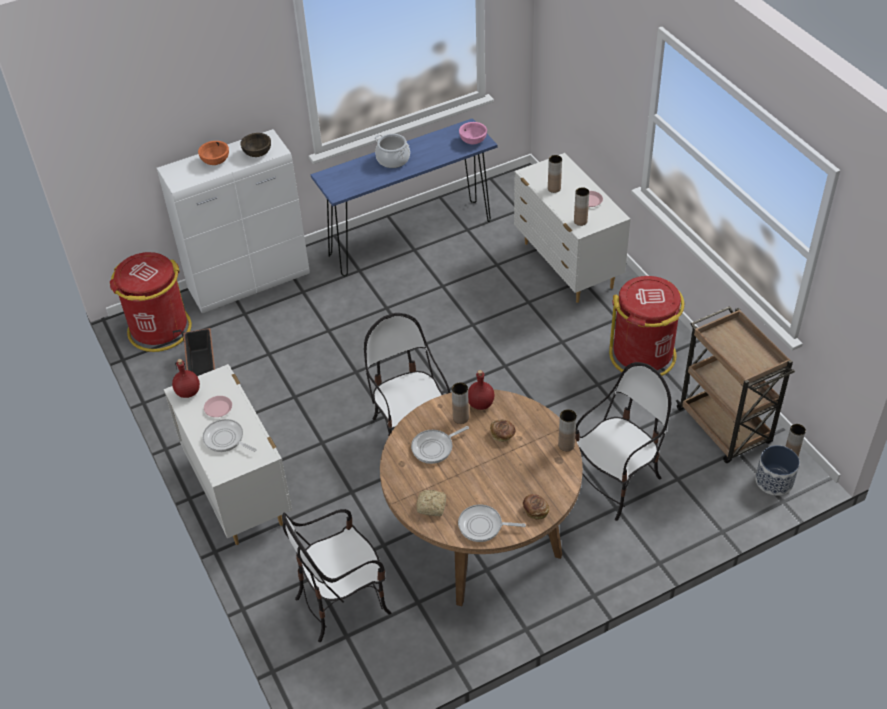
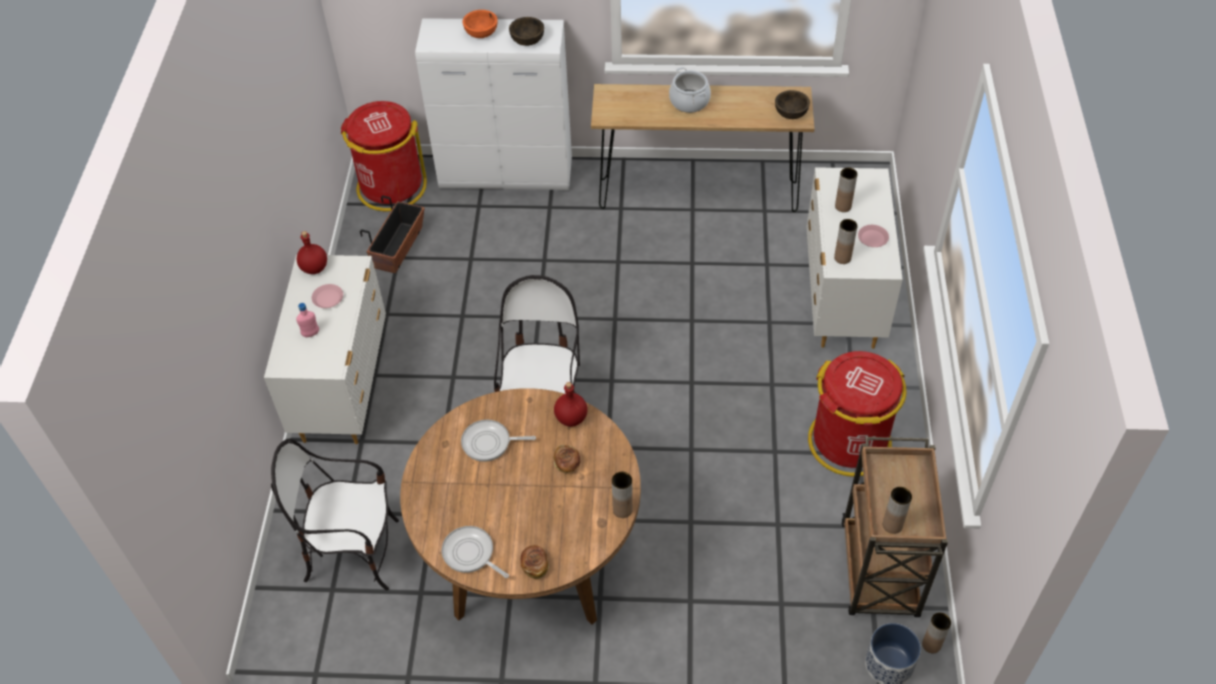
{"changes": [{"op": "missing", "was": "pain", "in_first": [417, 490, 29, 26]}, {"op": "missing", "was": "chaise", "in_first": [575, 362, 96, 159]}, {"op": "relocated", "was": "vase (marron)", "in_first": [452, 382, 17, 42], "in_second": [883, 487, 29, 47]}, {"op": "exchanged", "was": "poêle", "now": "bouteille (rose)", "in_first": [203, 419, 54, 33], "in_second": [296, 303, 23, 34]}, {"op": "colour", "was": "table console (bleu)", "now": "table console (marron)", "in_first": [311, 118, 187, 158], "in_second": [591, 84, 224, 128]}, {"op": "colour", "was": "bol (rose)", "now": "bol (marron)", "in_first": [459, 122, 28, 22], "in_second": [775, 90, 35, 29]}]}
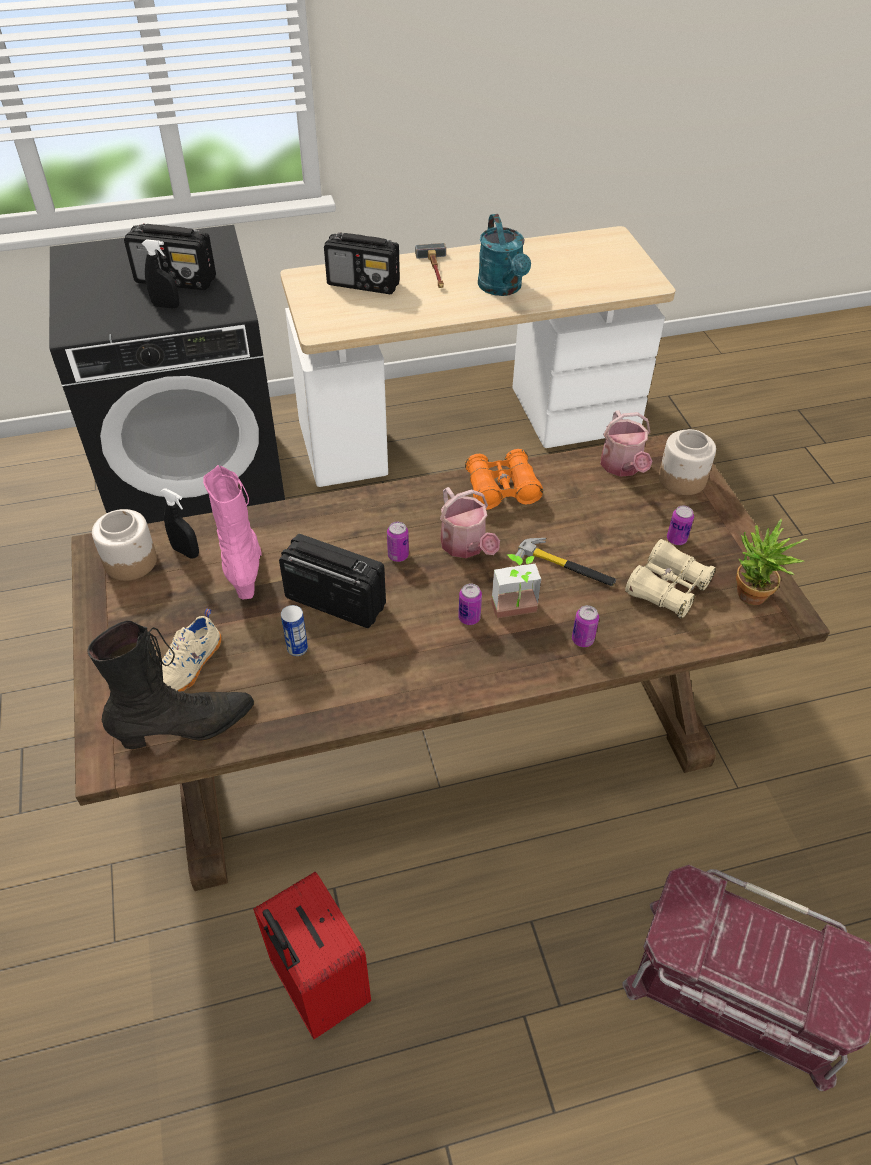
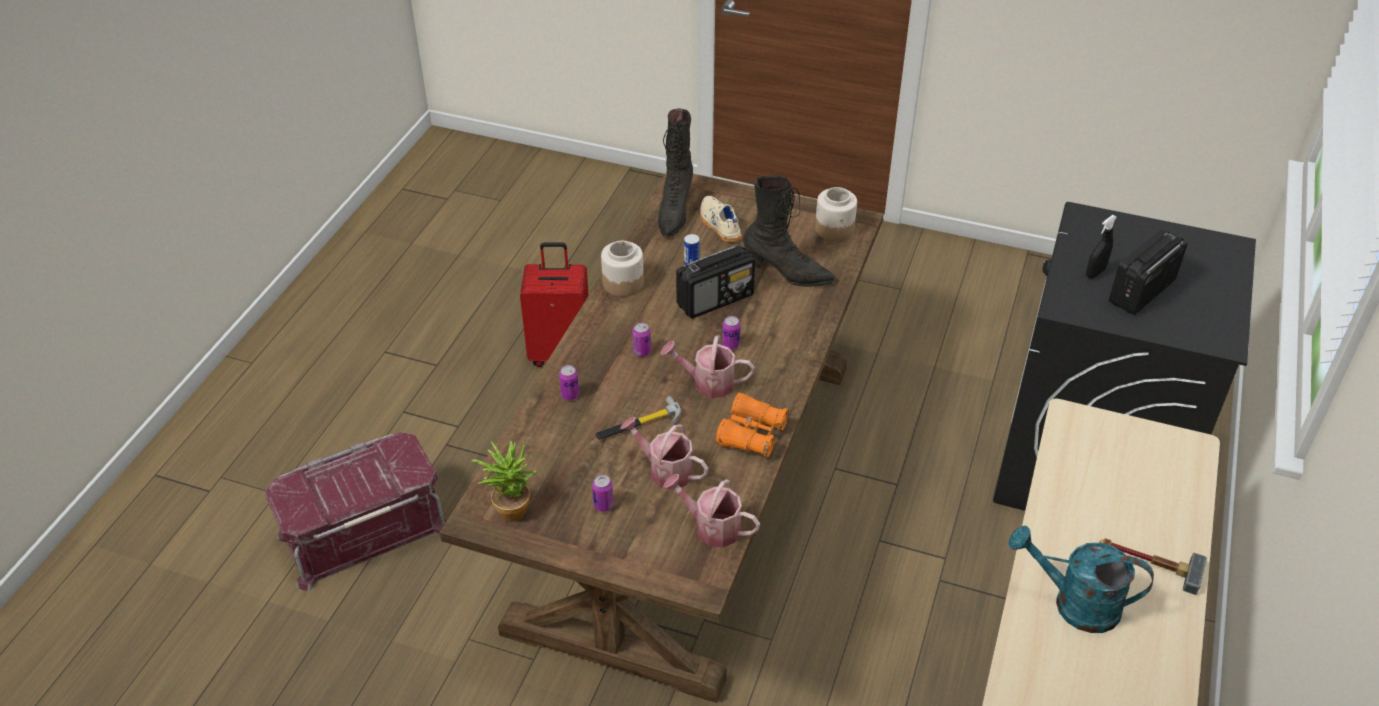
{"changes": [{"op": "missing", "was": "vaporisateur (noir)", "in_first": [160, 488, 39, 71]}, {"op": "missing", "was": "radio", "in_first": [324, 232, 76, 62]}, {"op": "missing", "was": "plante en pot", "in_first": [491, 554, 50, 64]}, {"op": "missing", "was": "jumelles (beige)", "in_first": [625, 539, 91, 80]}, {"op": "appeared", "now": "arrosoir", "in_second": [620, 417, 88, 73]}, {"op": "relocated", "was": "bocal", "in_first": [659, 429, 57, 66], "in_second": [601, 241, 43, 56]}, {"op": "colour", "was": "botte (rose)", "now": "botte (noir)", "in_first": [203, 465, 59, 134], "in_second": [743, 175, 92, 112]}]}
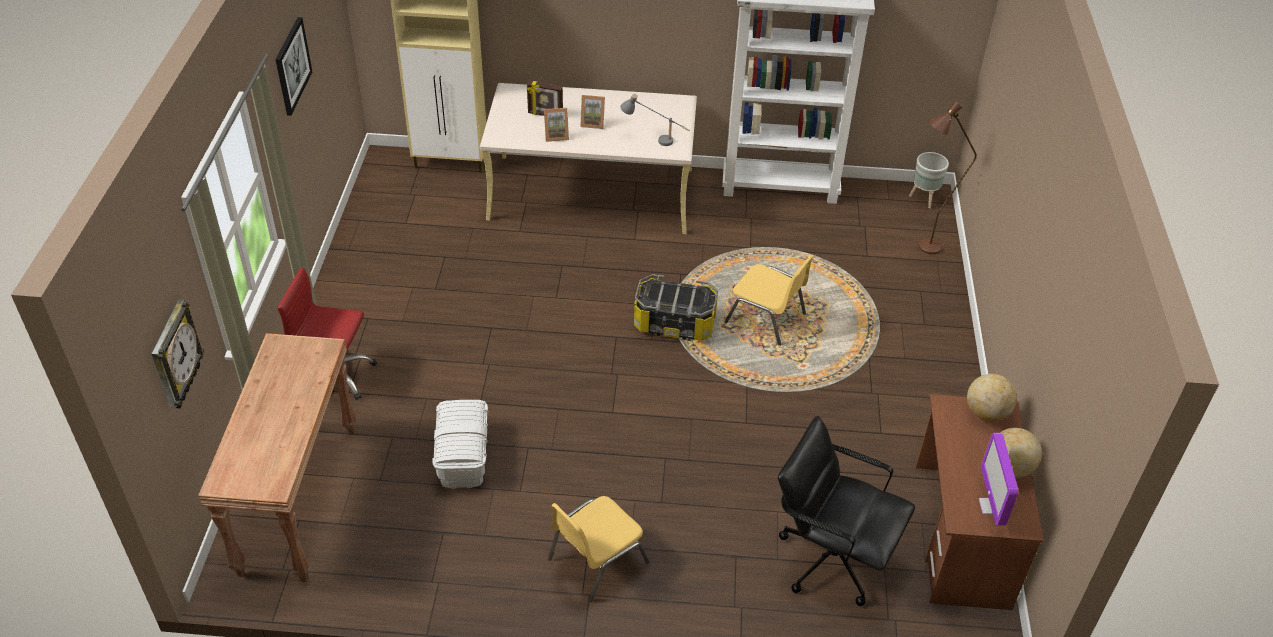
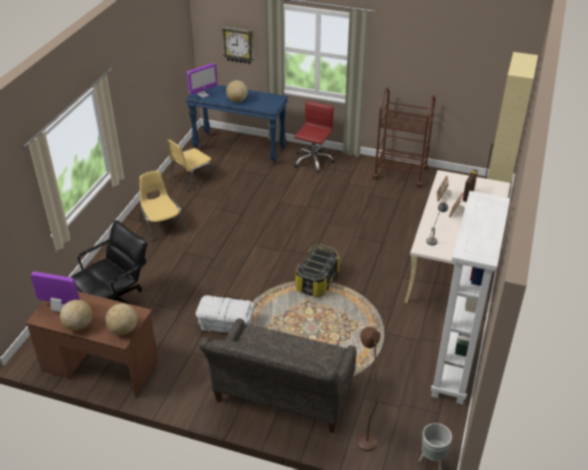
{"changes": [{"op": "missing", "was": "tableau", "in_first": [275, 17, 37, 99]}, {"op": "appeared", "now": "écran d'ordinateur", "in_second": [187, 63, 31, 35]}, {"op": "appeared", "now": "canapé (gris)", "in_second": [199, 318, 157, 115]}, {"op": "appeared", "now": "globe", "in_second": [226, 80, 22, 22]}, {"op": "appeared", "now": "chariot (marron)", "in_second": [372, 87, 64, 101]}, {"op": "relocated", "was": "boîte de rangement (blanc)", "in_first": [432, 400, 56, 89], "in_second": [196, 295, 58, 38]}, {"op": "relocated", "was": "chaise (jaune)", "in_first": [724, 254, 90, 92], "in_second": [168, 140, 48, 51]}, {"op": "colour", "was": "table console (marron)", "now": "table console (bleu)", "in_first": [198, 333, 159, 249], "in_second": [186, 85, 102, 80]}]}
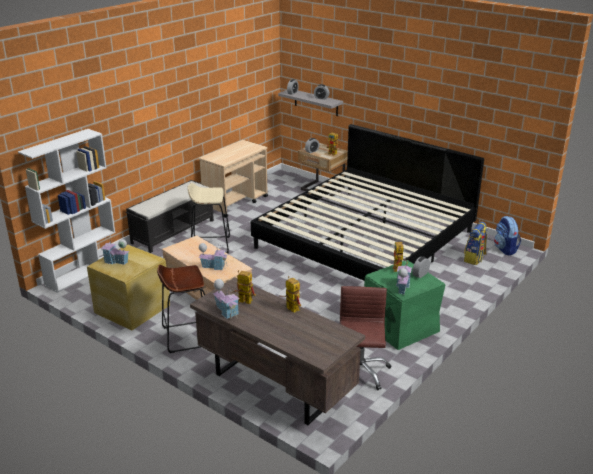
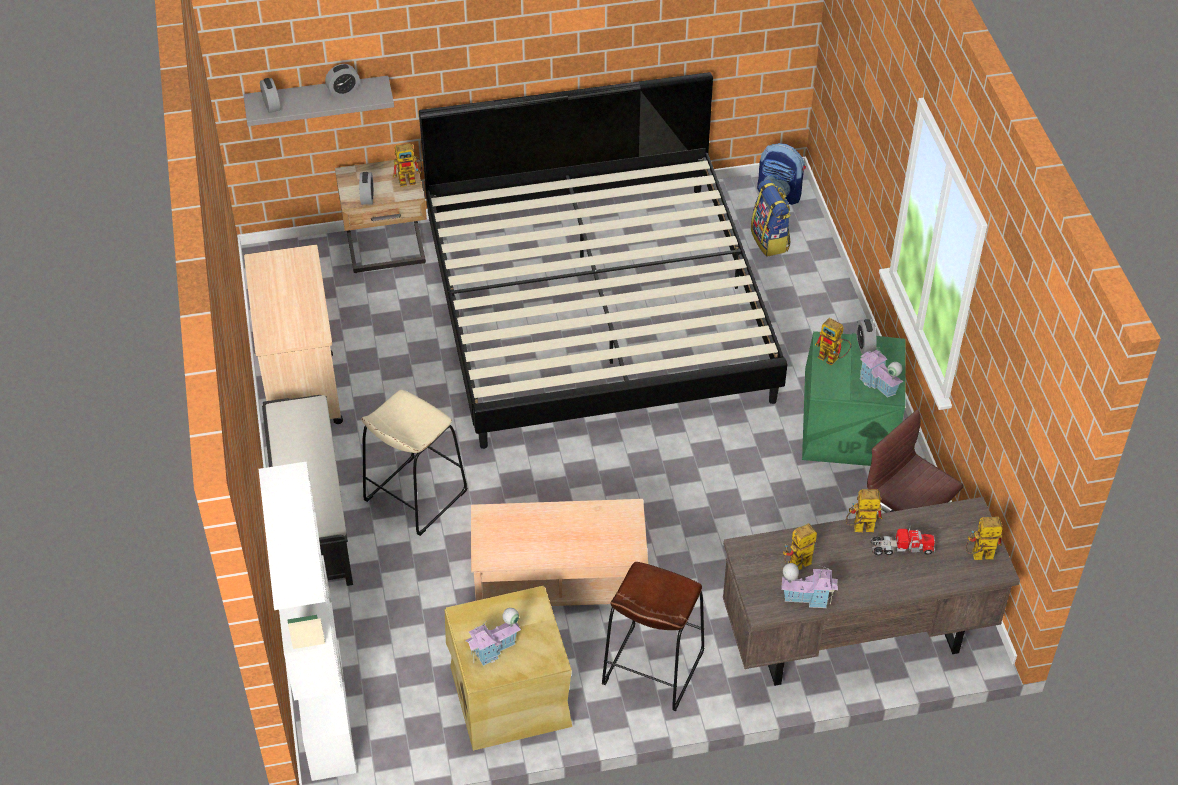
{"changes": [{"op": "missing", "was": "maison miniature", "in_first": [199, 243, 28, 27]}, {"op": "appeared", "now": "camion jouet", "in_second": [871, 526, 64, 30]}, {"op": "appeared", "now": "robot jouet", "in_second": [966, 517, 37, 43]}]}
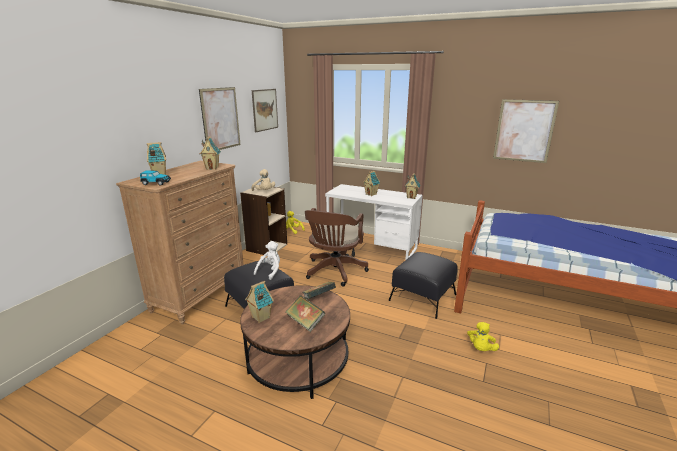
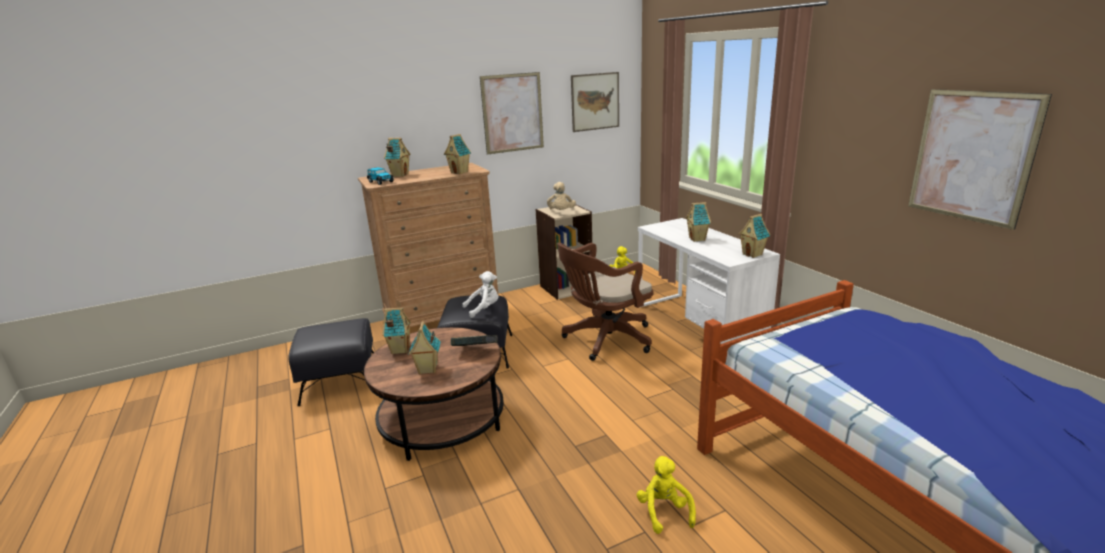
{"changes": [{"op": "relocated", "was": "pouf (noir)", "in_first": [389, 252, 69, 67], "in_second": [288, 318, 86, 88]}, {"op": "exchanged", "was": "livre", "now": "maison miniature", "in_first": [286, 295, 39, 37], "in_second": [408, 321, 33, 53]}, {"op": "spun", "was": "peluche (jaune)", "in_first": [467, 322, 32, 29], "in_second": [636, 456, 60, 78], "clockwise": 105}]}
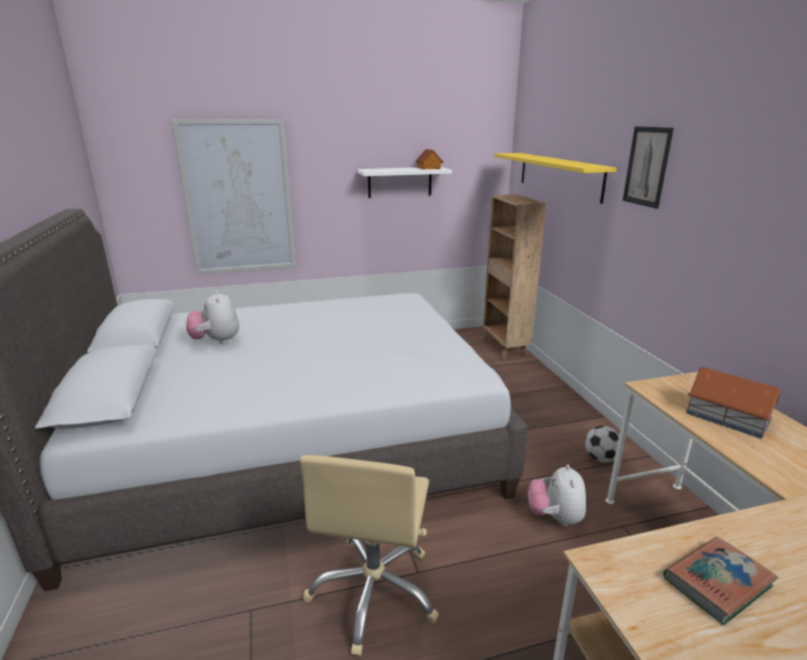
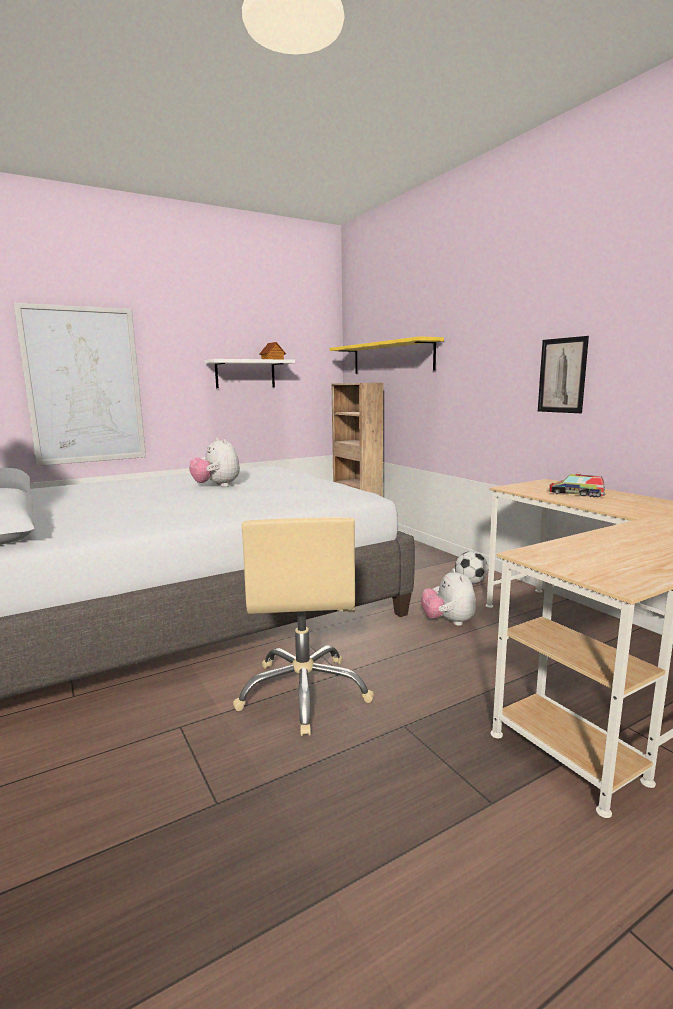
{"changes": [{"op": "missing", "was": "livre", "in_first": [663, 537, 116, 88]}, {"op": "relocated", "was": "peluche", "in_first": [186, 290, 53, 54], "in_second": [189, 438, 51, 49]}, {"op": "relocated", "was": "tableau", "in_first": [623, 126, 51, 83], "in_second": [538, 336, 51, 77]}, {"op": "exchanged", "was": "maison miniature", "now": "camion jouet", "in_first": [686, 367, 95, 72], "in_second": [549, 473, 56, 24]}]}
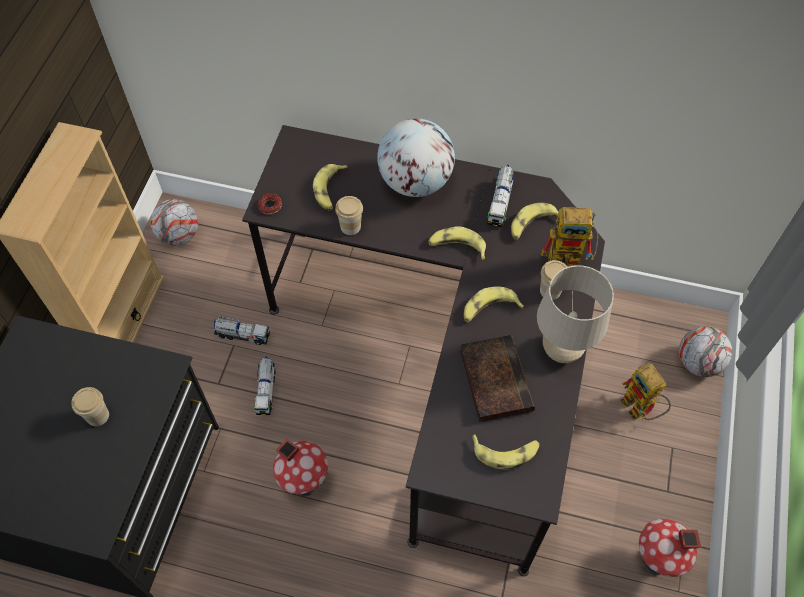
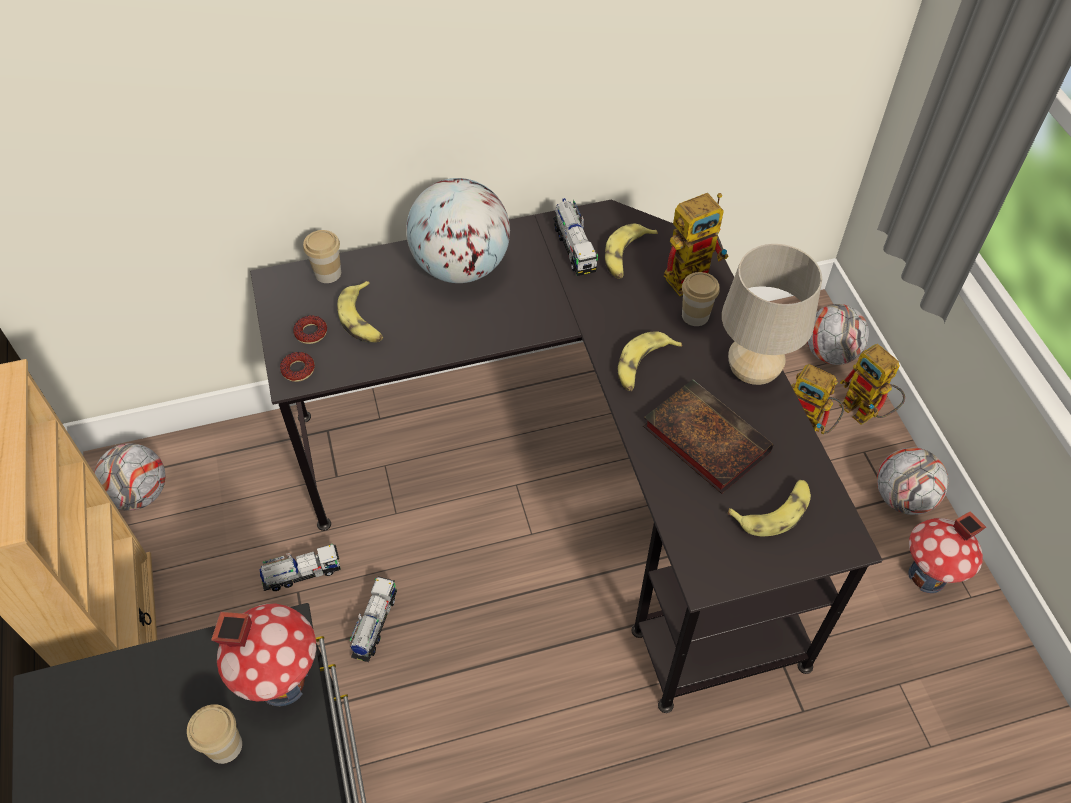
{"changes": [{"op": "missing", "was": "banane", "in_first": [428, 226, 58, 34]}, {"op": "appeared", "now": "beignet", "in_second": [293, 315, 34, 29]}, {"op": "appeared", "now": "robot jouet", "in_second": [839, 344, 66, 81]}, {"op": "appeared", "now": "ballon de foot", "in_second": [877, 447, 71, 68]}, {"op": "relocated", "was": "maison miniature", "in_first": [273, 438, 55, 58], "in_second": [211, 604, 105, 102]}, {"op": "relocated", "was": "tasse", "in_first": [335, 196, 28, 39], "in_second": [303, 230, 38, 53]}, {"op": "spun", "was": "camion jouet", "in_first": [254, 357, 22, 58], "in_second": [350, 577, 47, 85], "clockwise": -135}]}
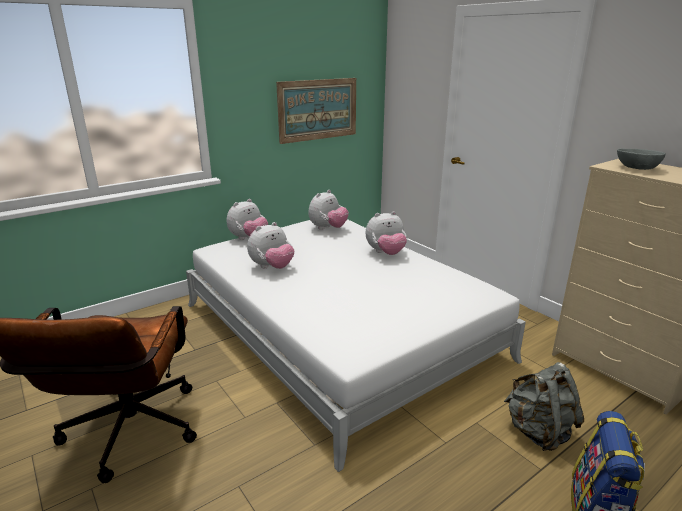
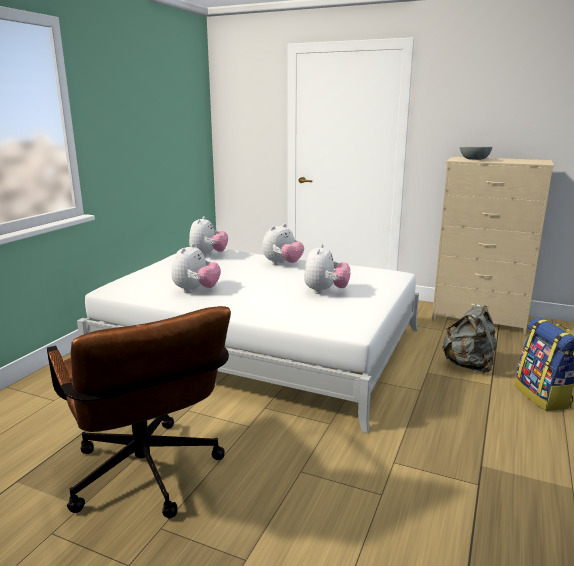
{"changes": [{"op": "missing", "was": "tableau", "in_first": [276, 78, 80, 66]}, {"op": "relocated", "was": "peluche", "in_first": [227, 199, 41, 41], "in_second": [304, 244, 47, 50]}]}
